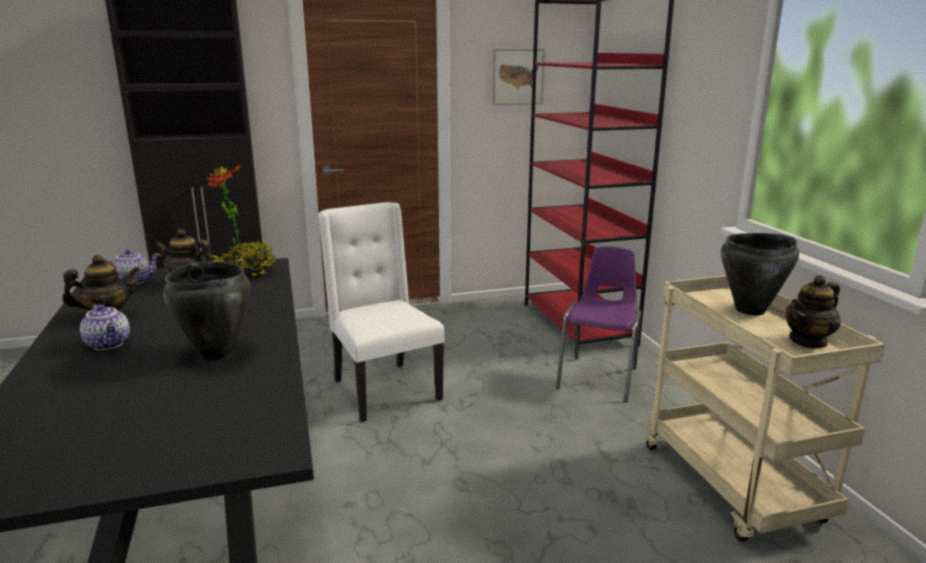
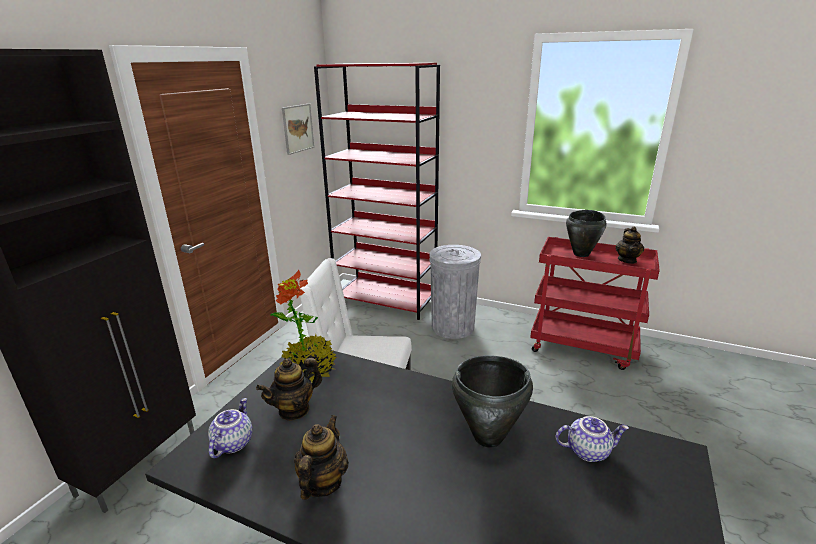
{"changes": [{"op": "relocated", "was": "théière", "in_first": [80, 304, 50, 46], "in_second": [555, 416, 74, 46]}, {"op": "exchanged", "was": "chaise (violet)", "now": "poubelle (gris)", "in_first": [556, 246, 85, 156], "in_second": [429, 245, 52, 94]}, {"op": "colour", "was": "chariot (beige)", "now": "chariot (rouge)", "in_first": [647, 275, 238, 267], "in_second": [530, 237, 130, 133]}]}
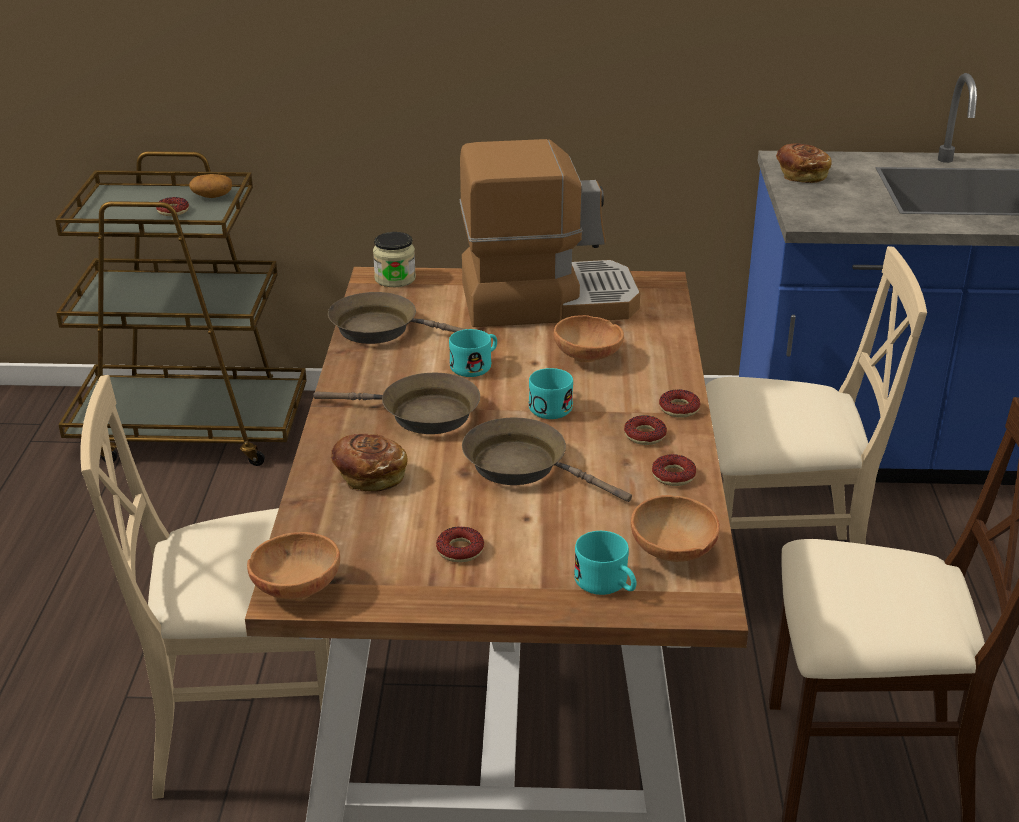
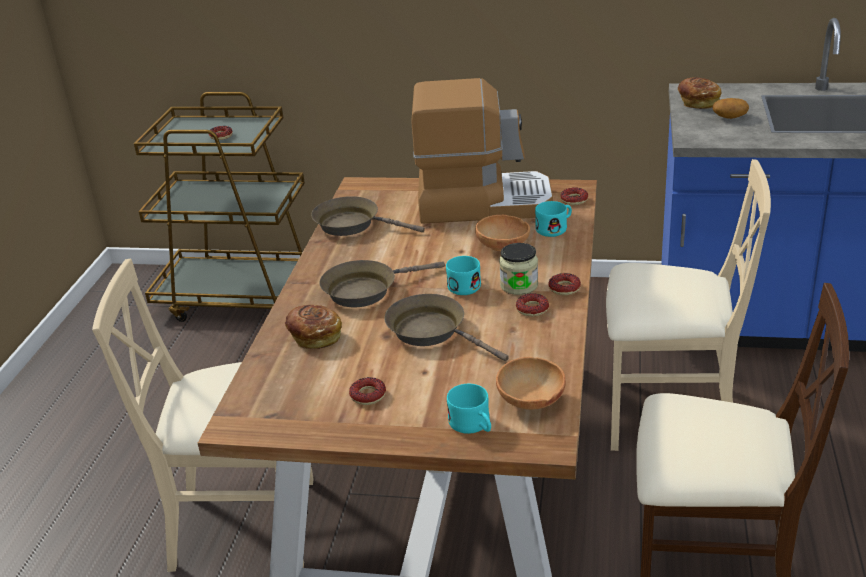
{"changes": [{"op": "missing", "was": "bol (marron)", "in_first": [247, 532, 93, 68]}, {"op": "relocated", "was": "pomme de terre", "in_first": [189, 174, 43, 24], "in_second": [713, 98, 36, 21]}, {"op": "relocated", "was": "bocal", "in_first": [373, 232, 43, 55], "in_second": [499, 243, 39, 52]}, {"op": "relocated", "was": "mug (turquoise)", "in_first": [449, 329, 48, 48], "in_second": [535, 201, 37, 36]}, {"op": "relocated", "was": "beignet", "in_first": [652, 454, 44, 32], "in_second": [560, 187, 28, 18]}, {"op": "spun", "was": "poêle (marron)", "in_first": [313, 373, 167, 61], "in_second": [319, 260, 126, 48], "clockwise": 135}]}
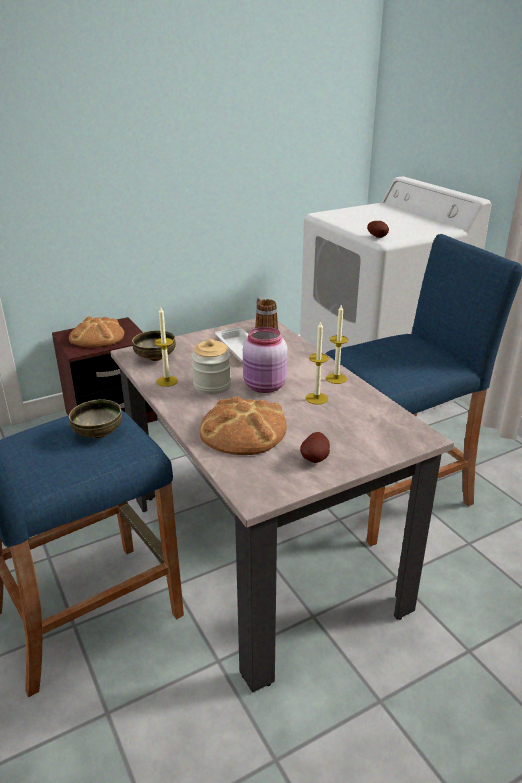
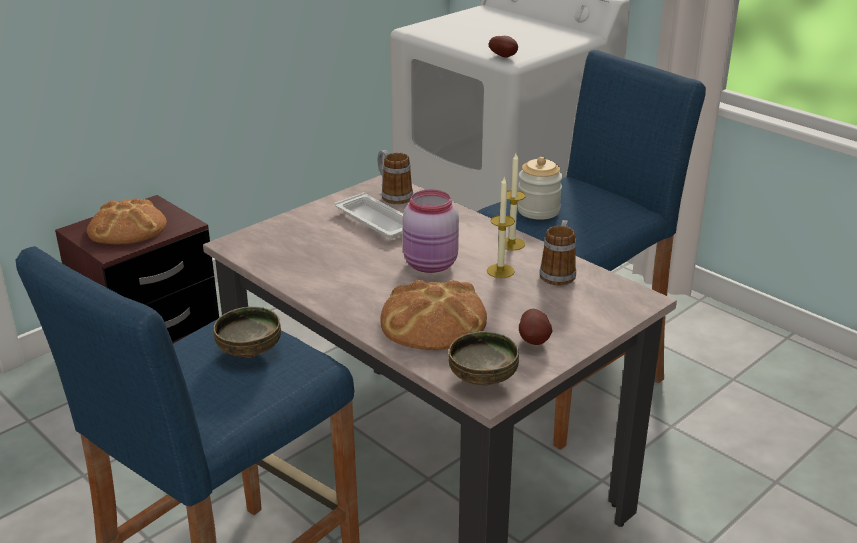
{"changes": [{"op": "missing", "was": "bougie", "in_first": [154, 307, 24, 80]}, {"op": "appeared", "now": "mug", "in_second": [539, 220, 37, 66]}, {"op": "relocated", "was": "bol", "in_first": [132, 330, 44, 31], "in_second": [449, 331, 70, 55]}, {"op": "relocated", "was": "bocal", "in_first": [192, 339, 39, 55], "in_second": [517, 157, 46, 63]}]}
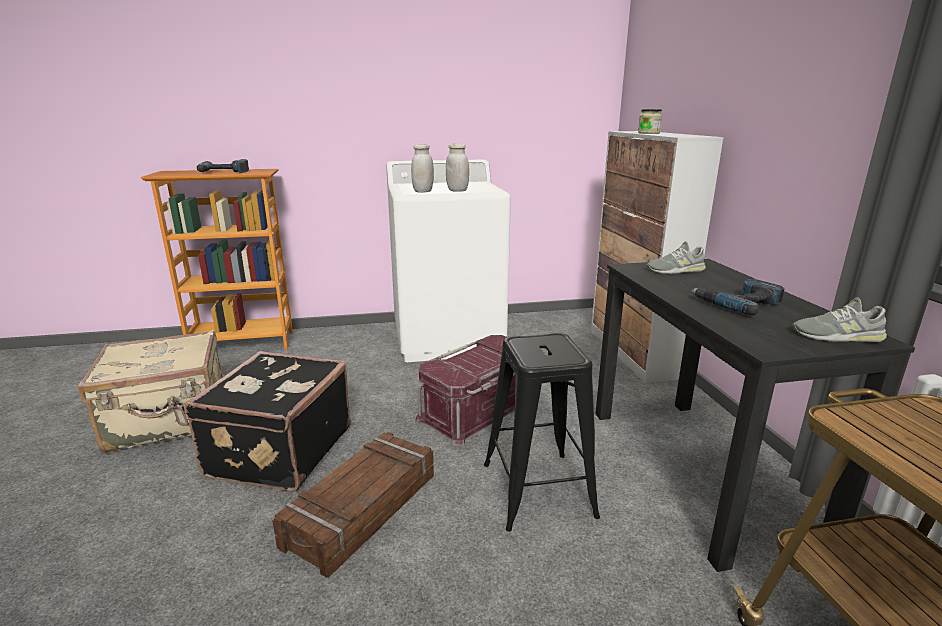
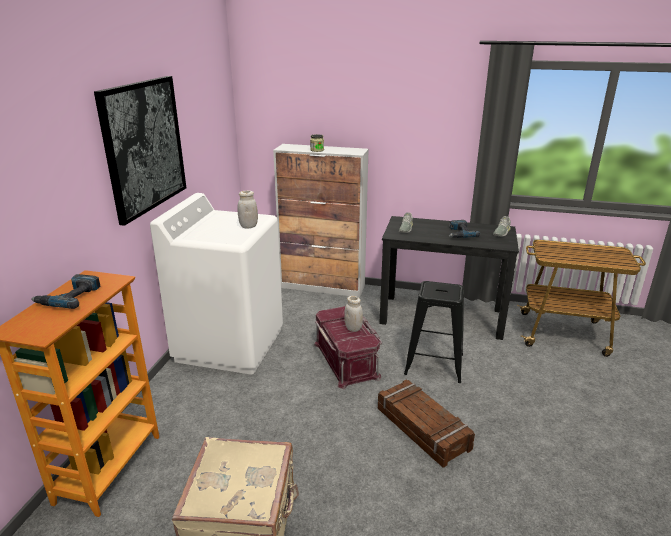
{"changes": [{"op": "missing", "was": "valise (noir)", "in_first": [184, 351, 167, 141]}, {"op": "appeared", "now": "tableau", "in_second": [94, 76, 92, 150]}, {"op": "relocated", "was": "bocal (blanc)", "in_first": [411, 144, 23, 49], "in_second": [344, 296, 19, 36]}]}
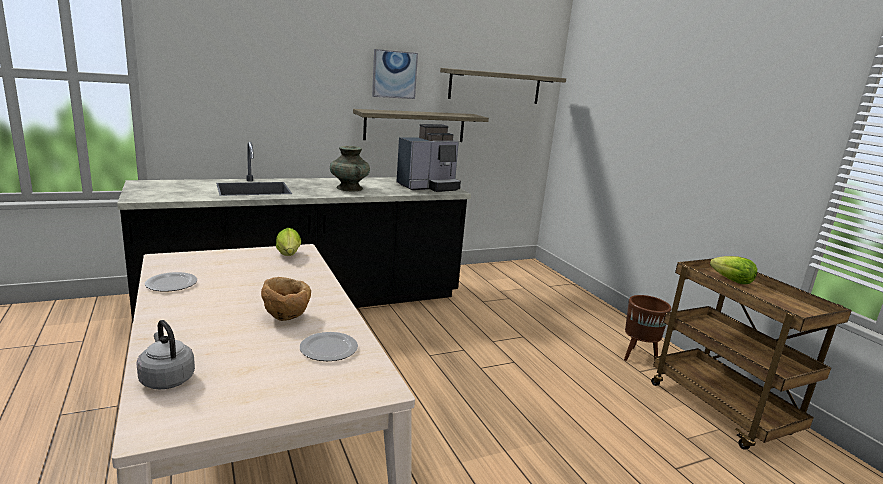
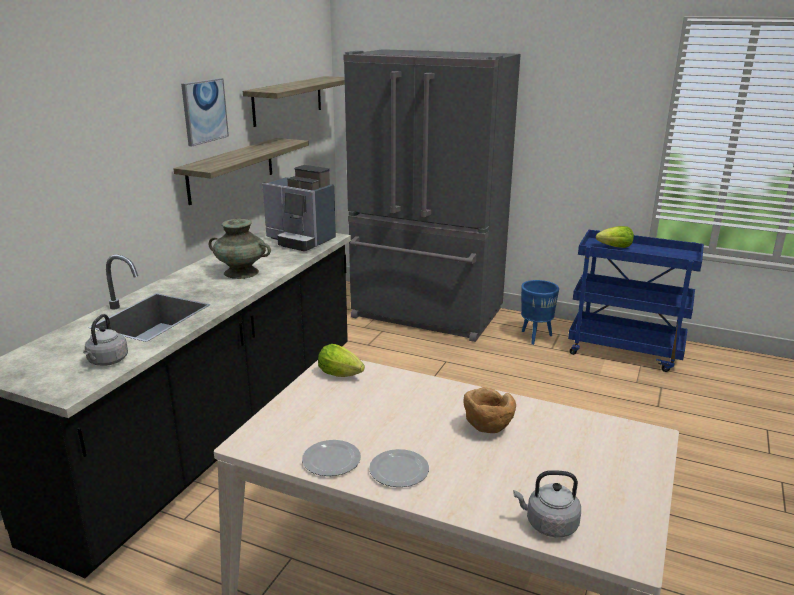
{"changes": [{"op": "appeared", "now": "bouilloire (gris)", "in_second": [83, 314, 45, 52]}, {"op": "appeared", "now": "réfrigérateur (gris)", "in_second": [343, 49, 178, 293]}, {"op": "relocated", "was": "assiette", "in_first": [300, 332, 58, 29], "in_second": [369, 449, 60, 38]}, {"op": "colour", "was": "cache-pot (marron)", "now": "cache-pot (bleu)", "in_first": [624, 295, 47, 66], "in_second": [521, 280, 38, 65]}, {"op": "colour", "was": "chariot (marron)", "now": "chariot (bleu)", "in_first": [651, 258, 201, 192], "in_second": [568, 230, 136, 142]}, {"op": "spun", "was": "machine à café", "in_first": [397, 124, 64, 68], "in_second": [262, 165, 74, 87], "clockwise": 105}]}
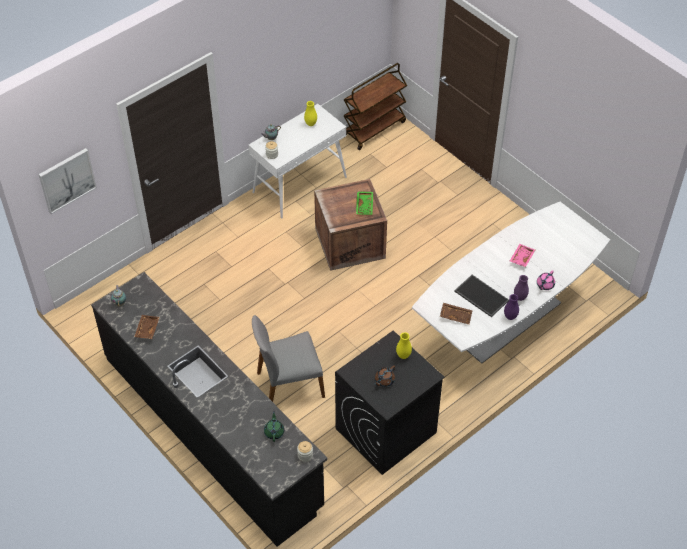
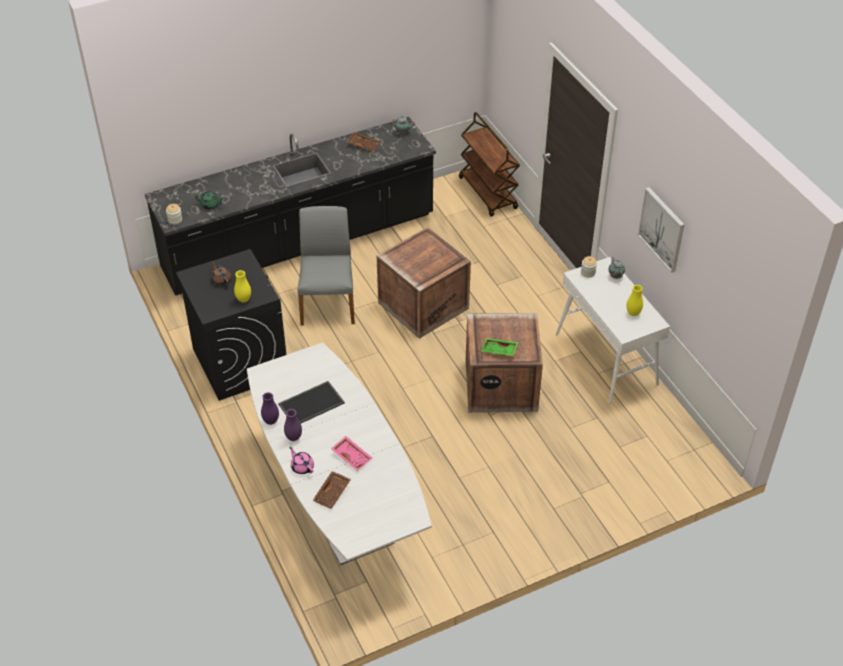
{"changes": [{"op": "appeared", "now": "caisse", "in_second": [377, 227, 94, 112]}, {"op": "relocated", "was": "tableau", "in_first": [39, 148, 58, 66], "in_second": [638, 187, 47, 86]}, {"op": "relocated", "was": "chariot (marron)", "in_first": [344, 63, 63, 87], "in_second": [459, 112, 61, 105]}, {"op": "relocated", "was": "plateau (marron)", "in_first": [440, 303, 33, 22], "in_second": [312, 471, 39, 38]}]}
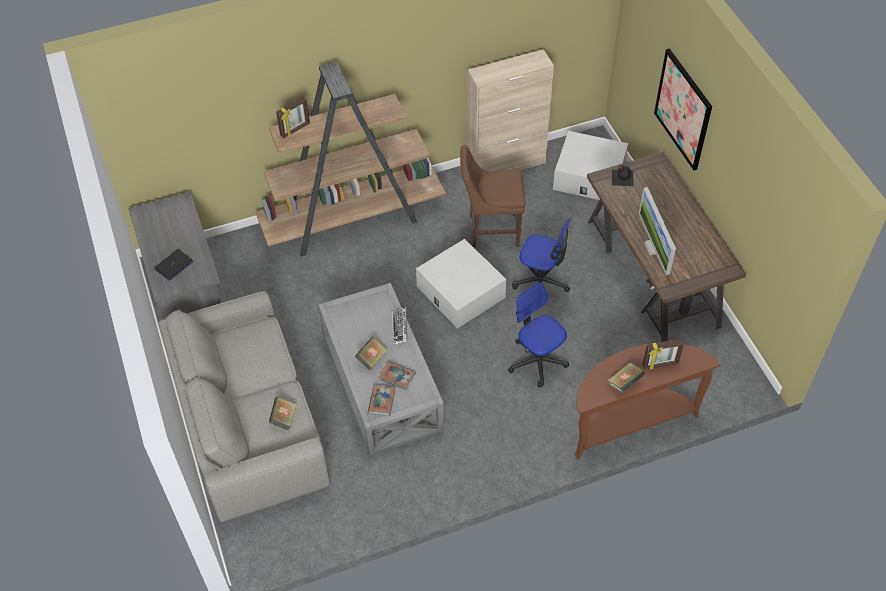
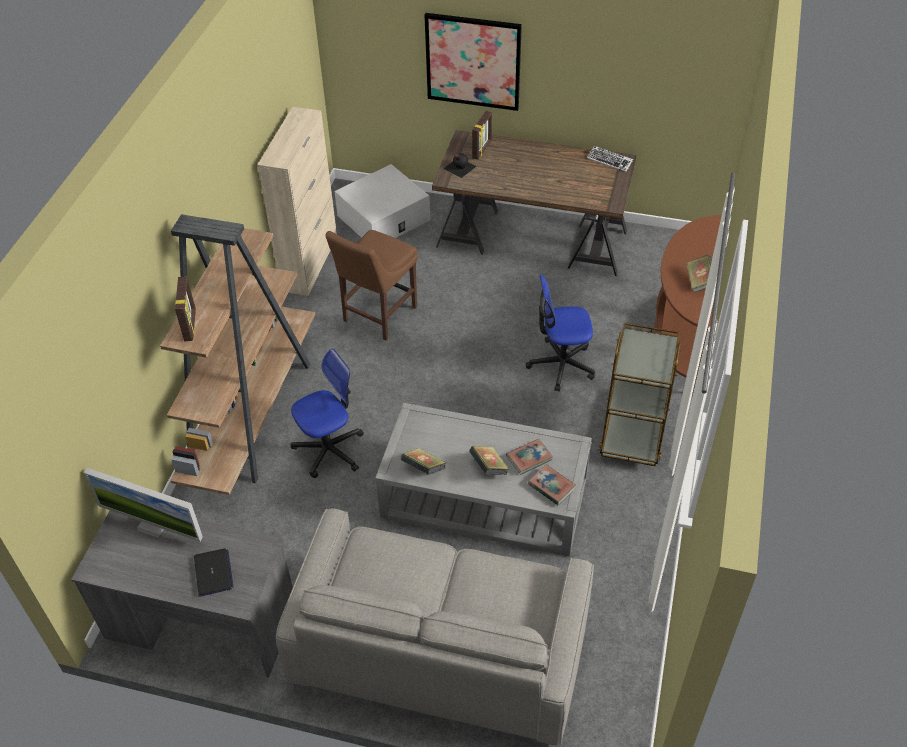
{"changes": [{"op": "missing", "was": "boîte de rangement (blanc)", "in_first": [416, 239, 90, 90]}, {"op": "appeared", "now": "chariot (marron)", "in_second": [599, 323, 82, 143]}, {"op": "relocated", "was": "livre", "in_first": [269, 397, 27, 34], "in_second": [401, 448, 45, 27]}, {"op": "relocated", "was": "clavier", "in_first": [392, 307, 16, 38], "in_second": [587, 146, 46, 26]}, {"op": "relocated", "was": "chaise de bureau", "in_first": [512, 218, 60, 74], "in_second": [291, 349, 73, 129]}, {"op": "relocated", "was": "écran d'ordinateur", "in_first": [639, 187, 37, 88], "in_second": [84, 468, 119, 74]}, {"op": "relocated", "was": "cadre photo", "in_first": [642, 339, 42, 31], "in_second": [472, 111, 20, 49]}]}
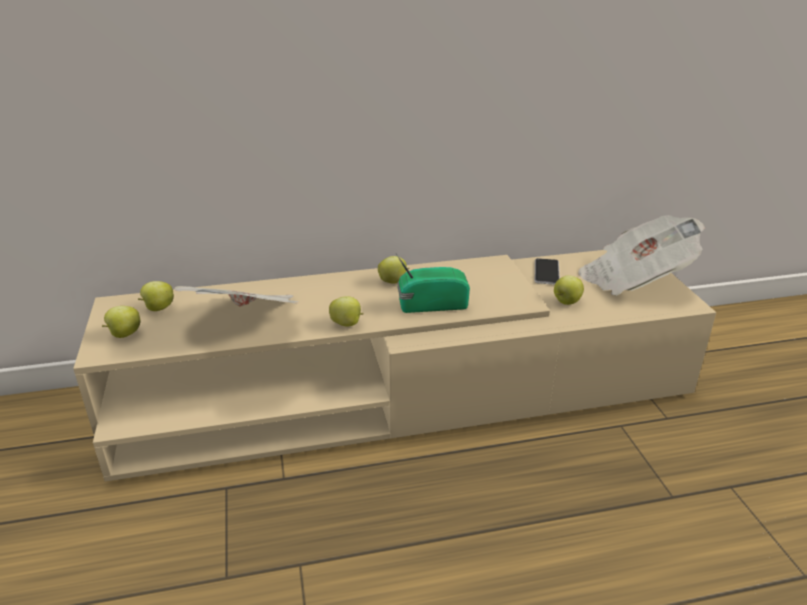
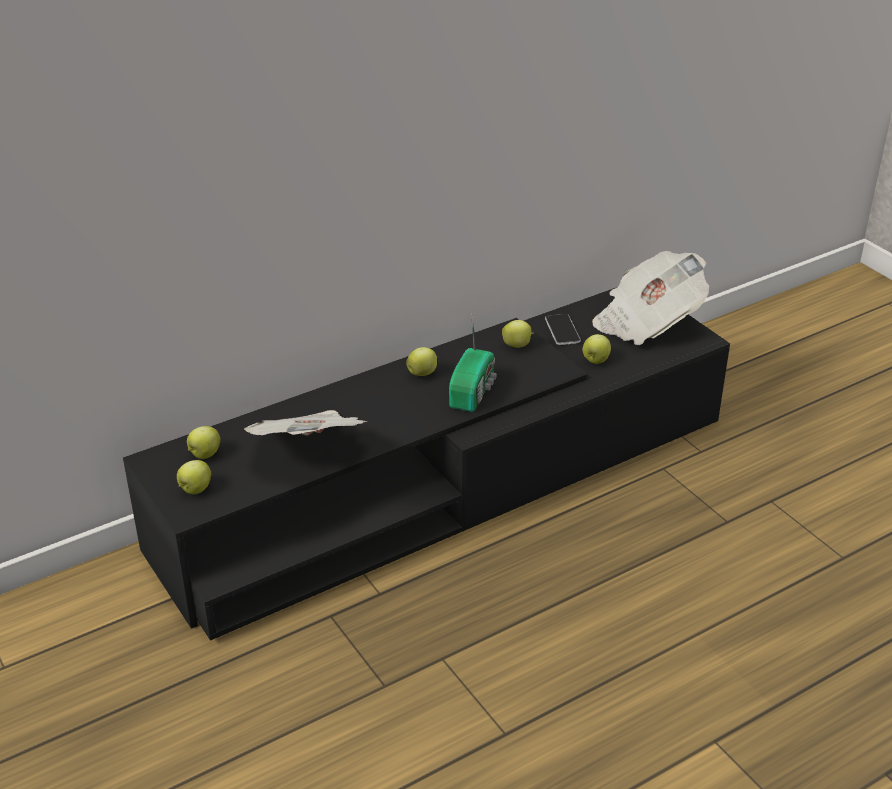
{"changes": [{"op": "relocated", "was": "pomme", "in_first": [329, 296, 35, 31], "in_second": [502, 320, 32, 28]}, {"op": "colour", "was": "meuble télé (beige)", "now": "meuble télé (noir)", "in_first": [73, 250, 643, 232], "in_second": [123, 287, 607, 353]}, {"op": "spun", "was": "radio", "in_first": [396, 253, 74, 60], "in_second": [449, 312, 48, 100], "clockwise": 135}]}
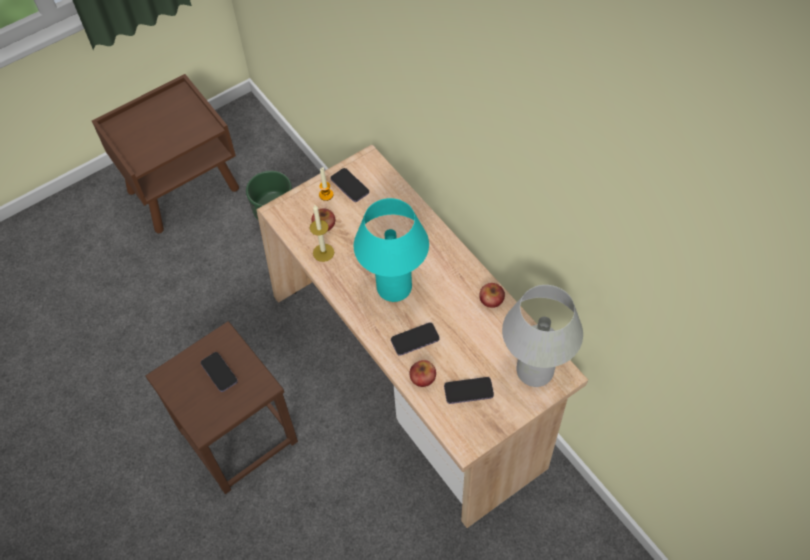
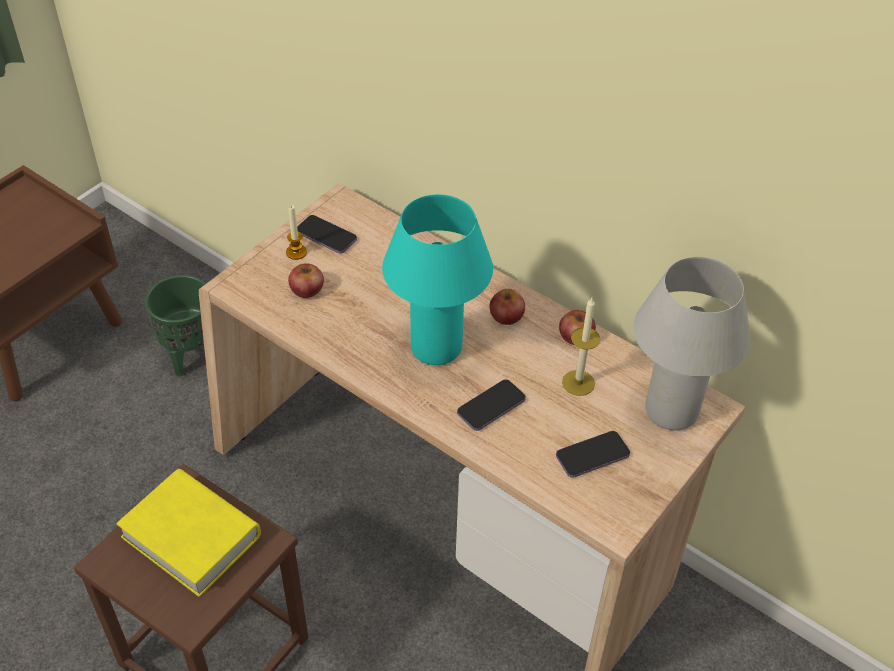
{"changes": [{"op": "relocated", "was": "bougie", "in_first": [310, 205, 24, 57], "in_second": [562, 298, 38, 98]}, {"op": "relocated", "was": "pomme", "in_first": [409, 360, 27, 27], "in_second": [490, 289, 35, 36]}, {"op": "exchanged", "was": "téléphone", "now": "livre (jaune)", "in_first": [201, 352, 37, 40], "in_second": [116, 469, 145, 128]}]}
